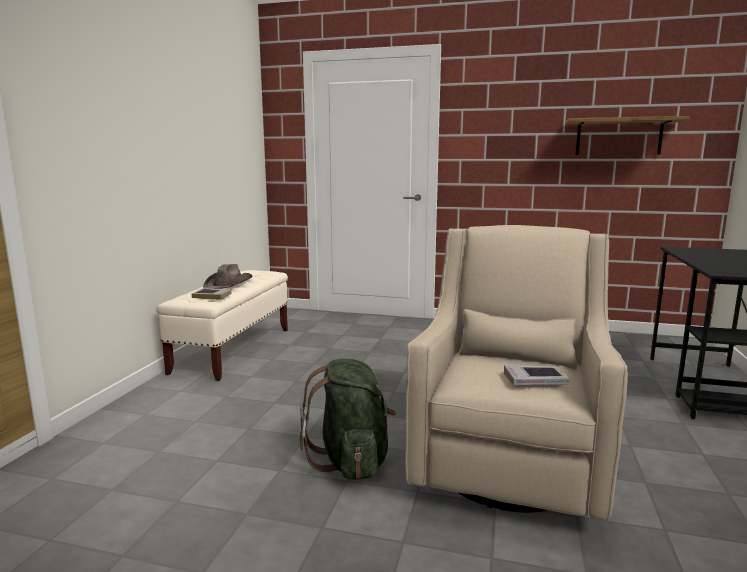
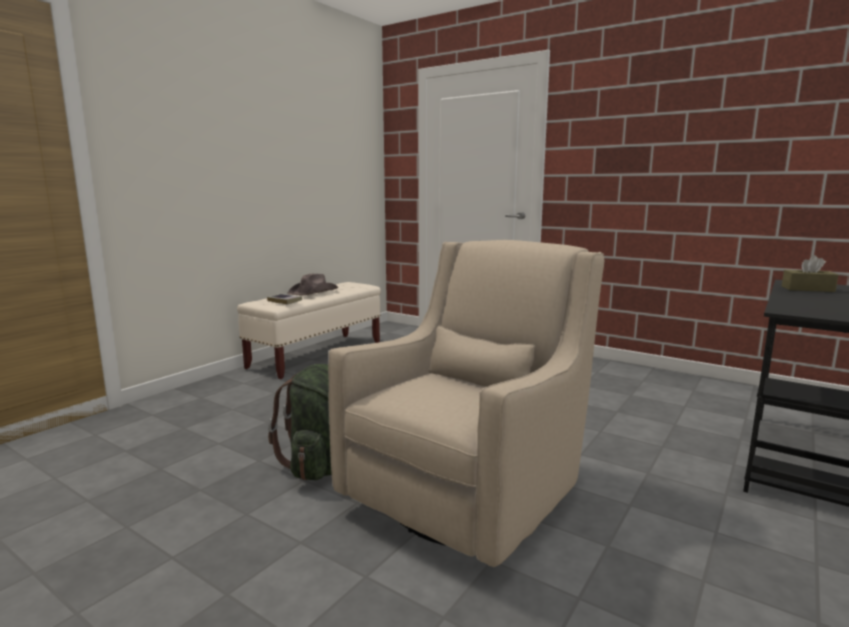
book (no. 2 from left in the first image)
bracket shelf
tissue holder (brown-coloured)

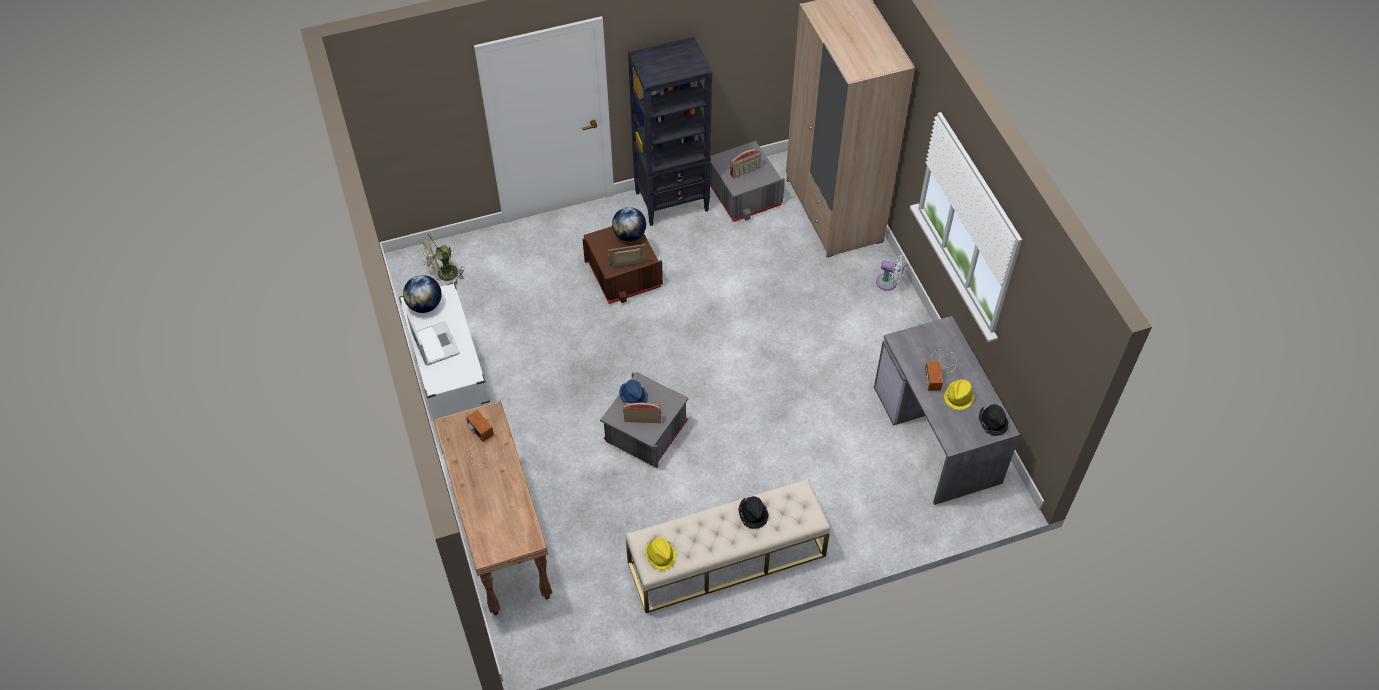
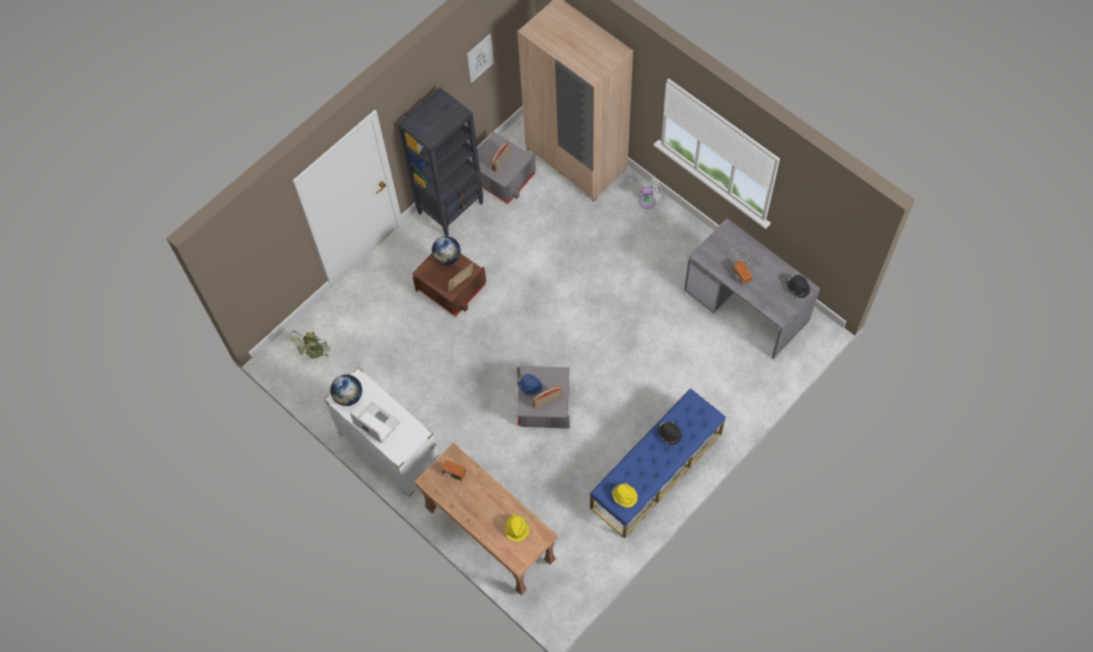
bench (blue)
clothing hat (yellow-coloured) (no. 1 from left)
wall picture

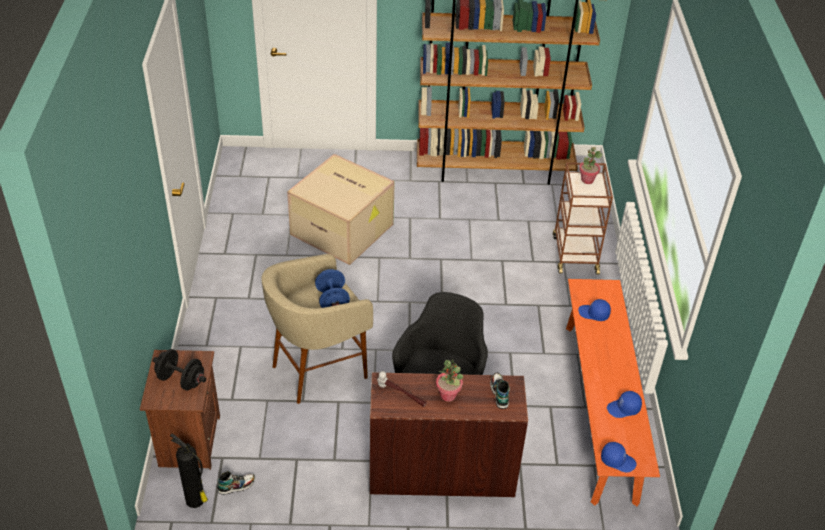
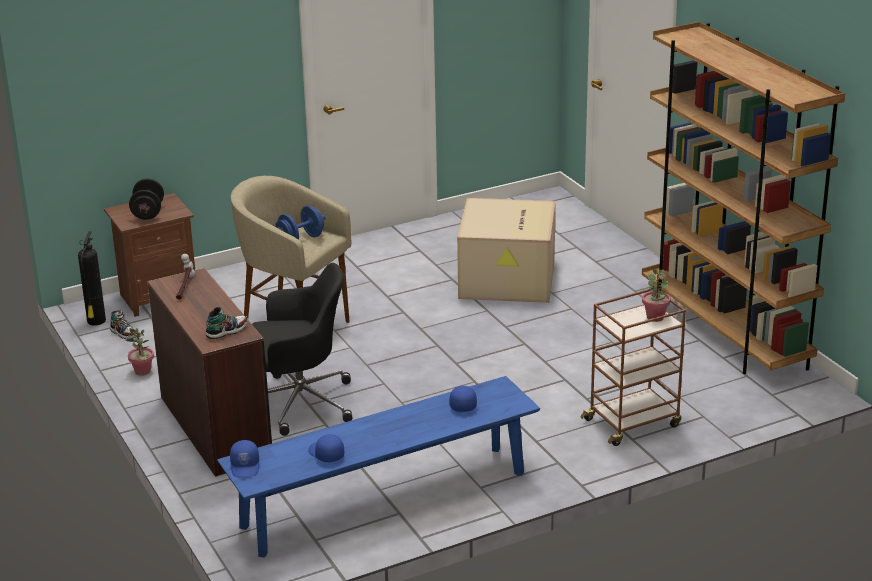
houseplant (no. 1 from left)
bench (blue)

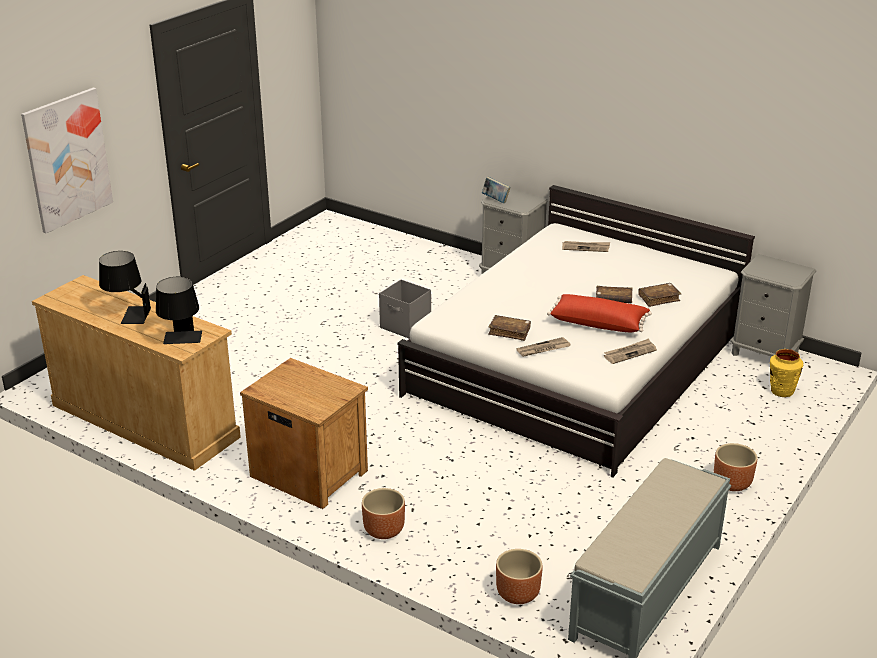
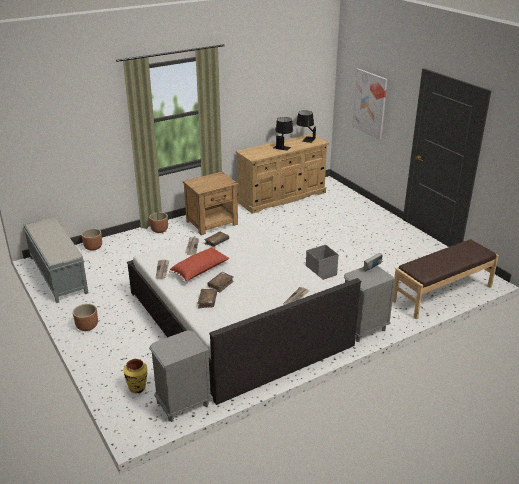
table lamp (black-coloured) (no. 2 from left)
bench (brown-coloured)

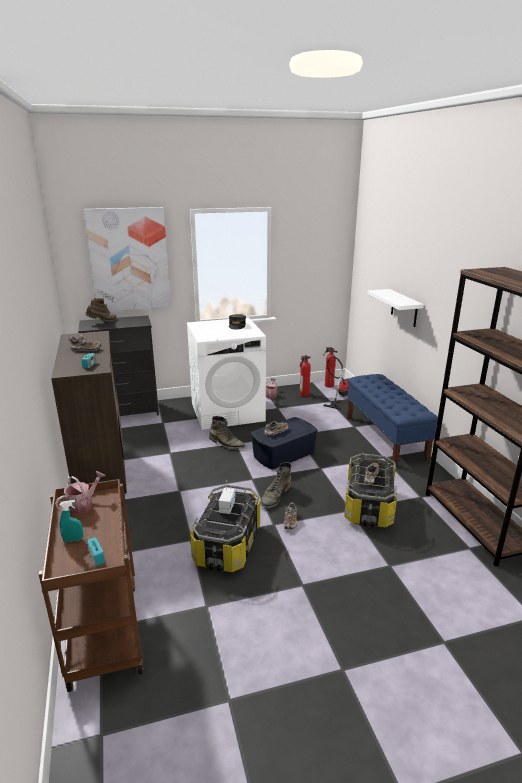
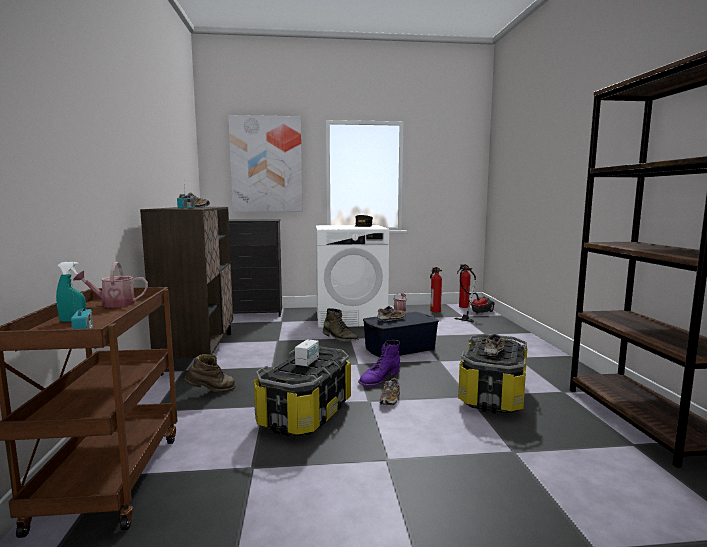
watering pot (no. 1 from left)
tall boot (brown-coloured)
tall boot (purple-coloured)
bench (blue)
bracket shelf (white)

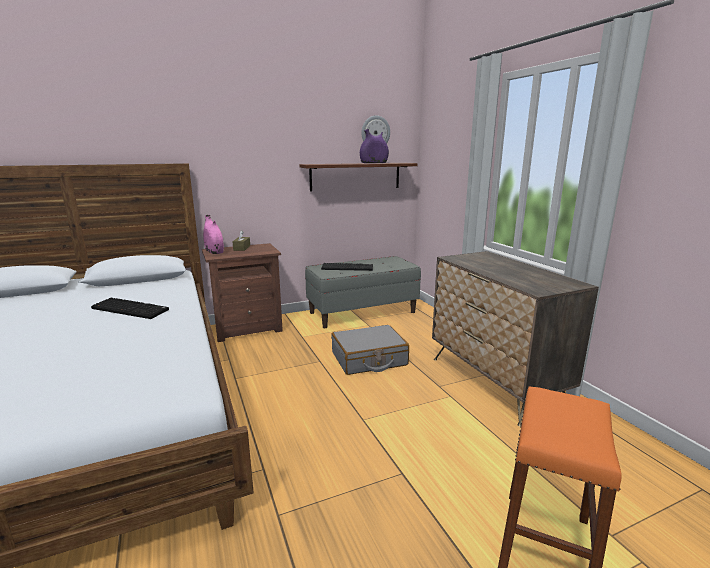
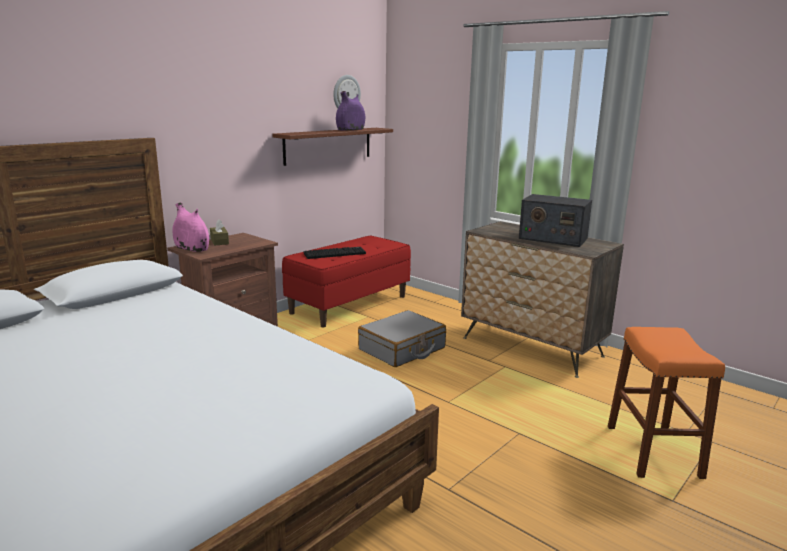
computer keyboard (no. 1 from left in the first image)
bench (red-coloured)
radio set

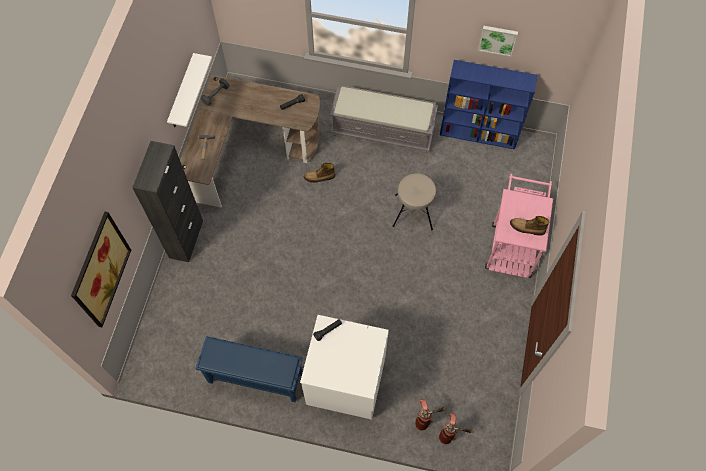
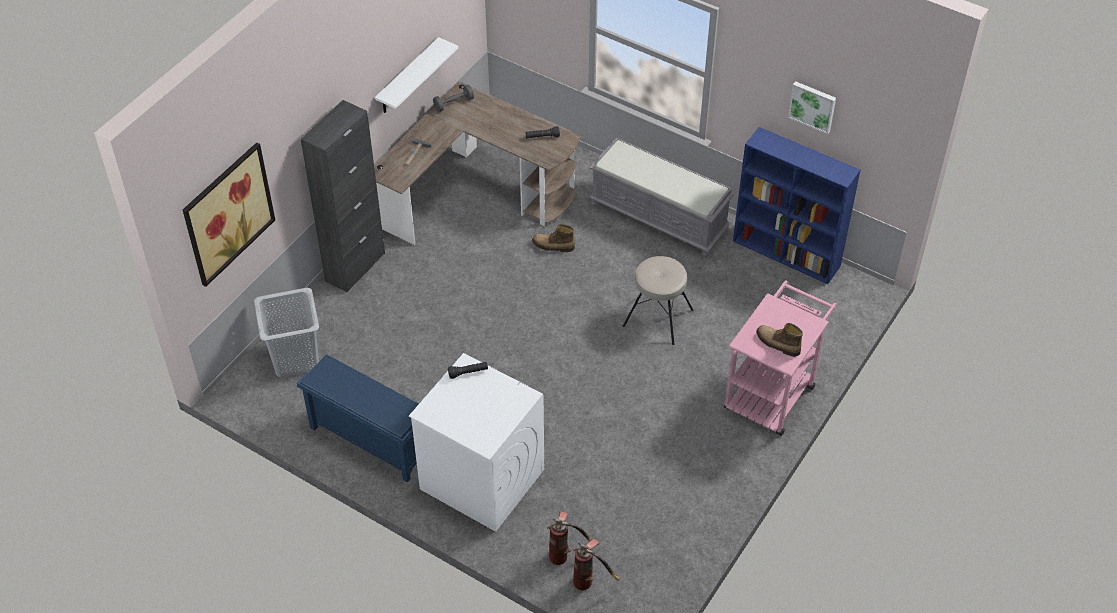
laundry basket (gray)

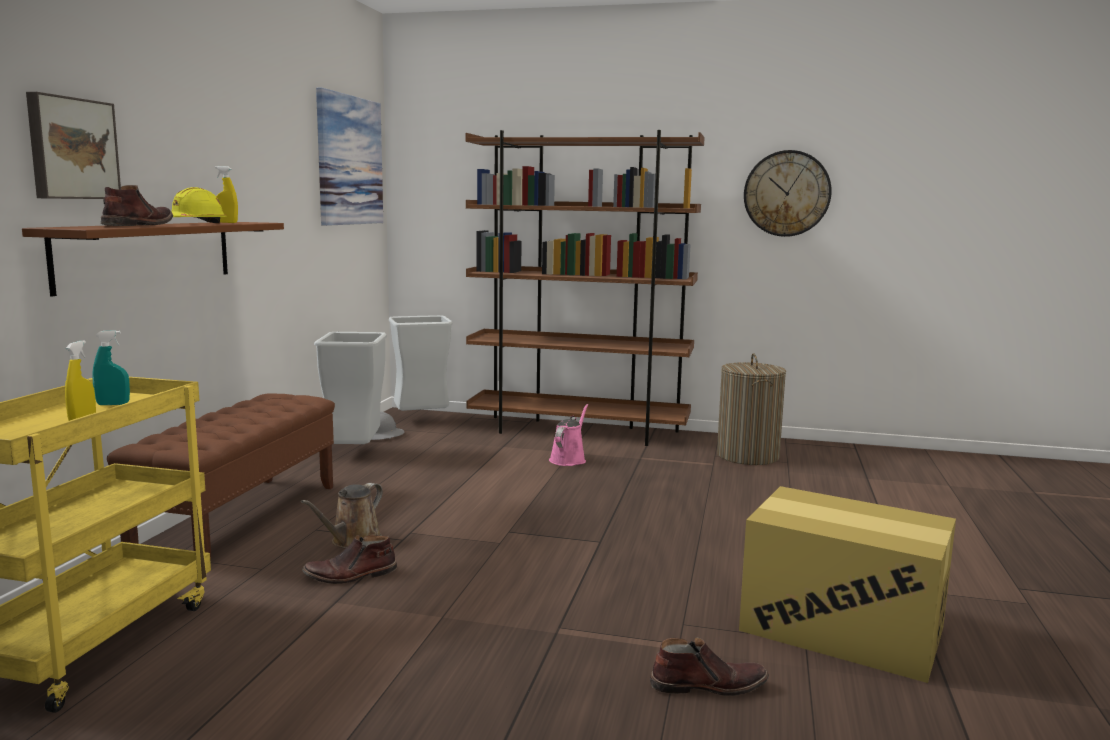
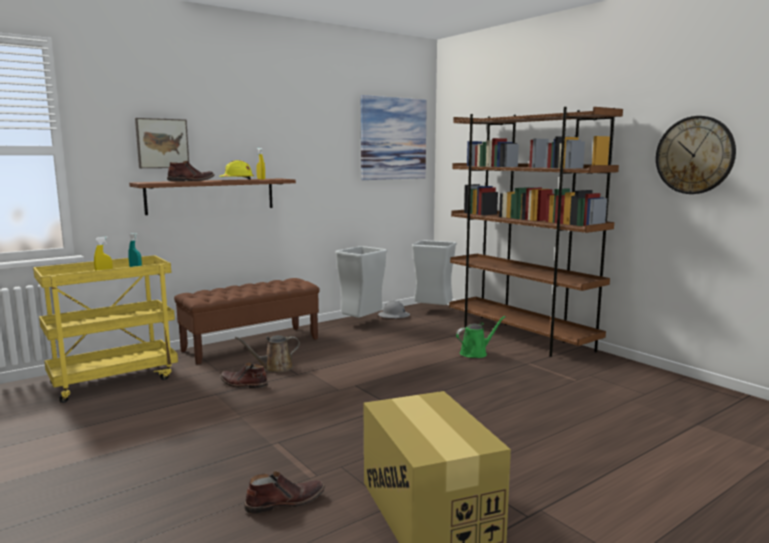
watering pot (green)
tall boot (brown-coloured) (no. 3 from left)
laundry basket

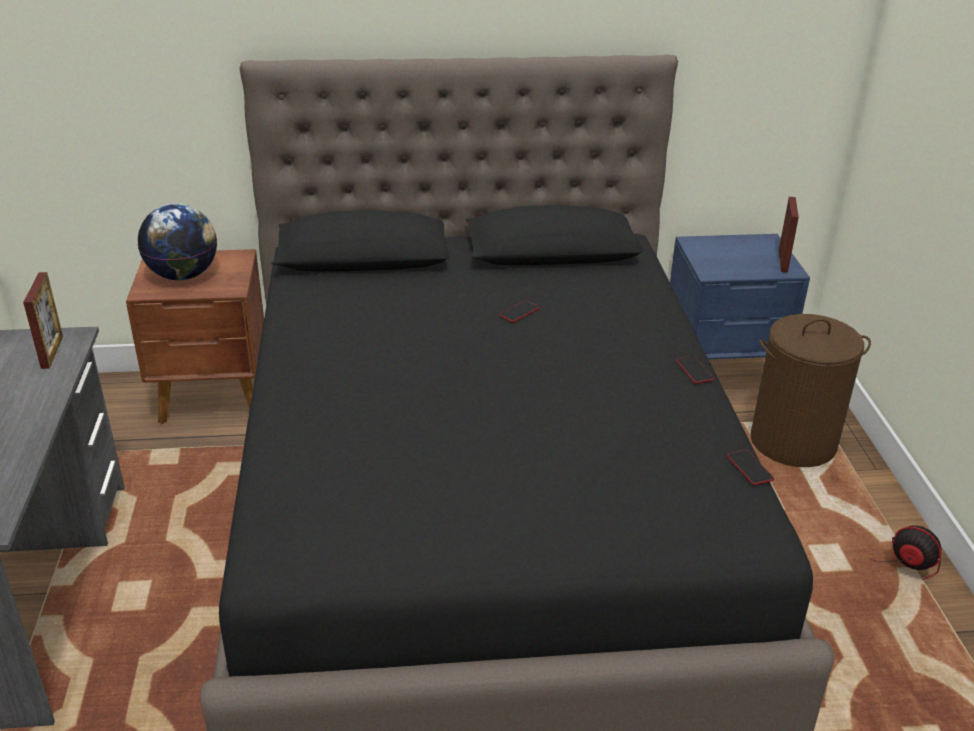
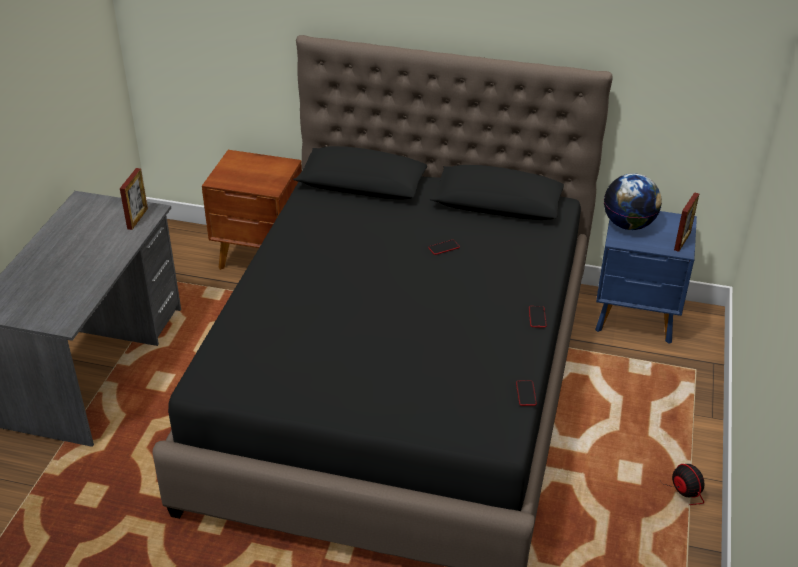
world globe
laundry basket (brown-coloured)

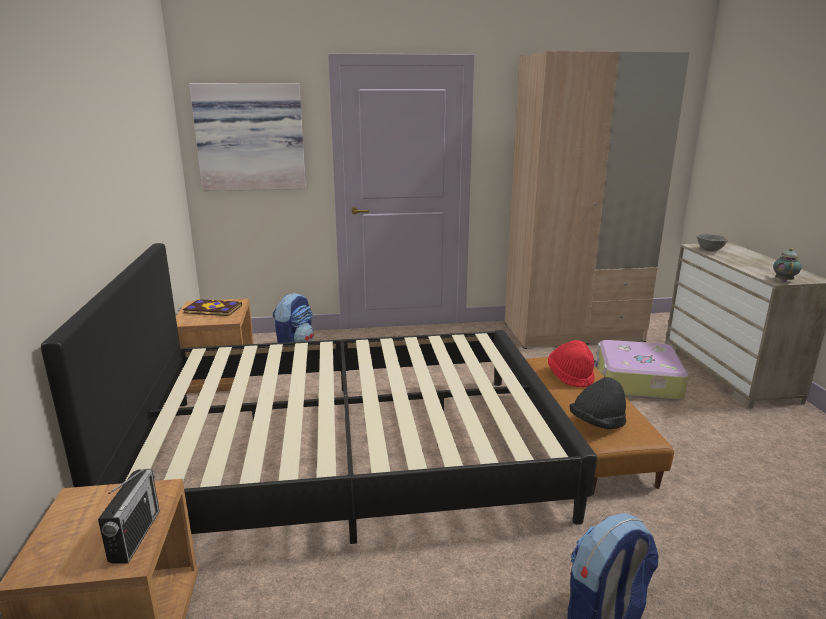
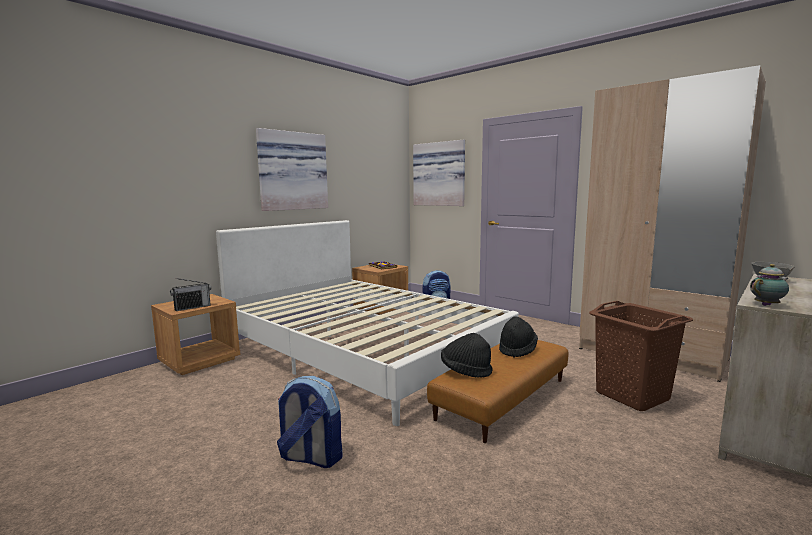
bedroom bed (white)
clothing hat (black-coloured) (no. 2 from left)
laundry basket (brown-coloured)
wall picture (no. 1 from left)

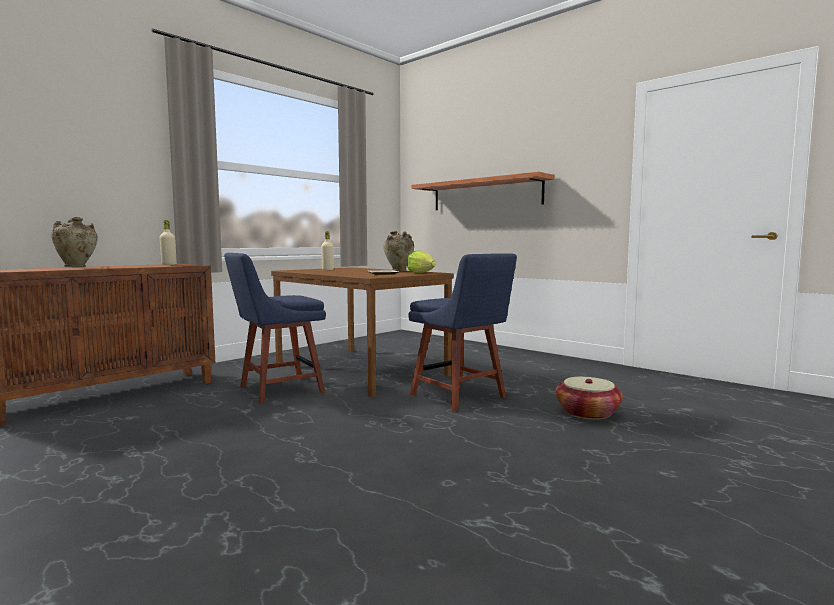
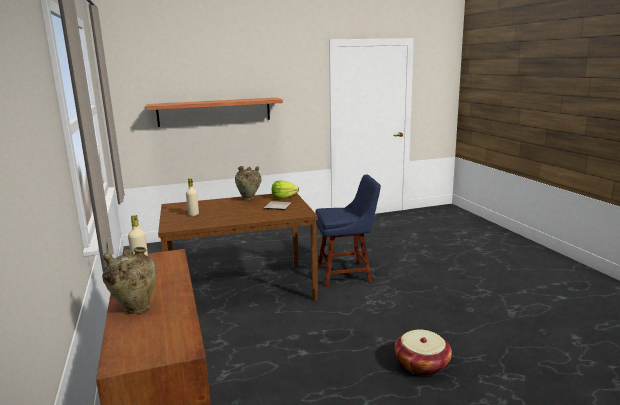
chair (blue) (no. 1 from left in the first image)
household basket

